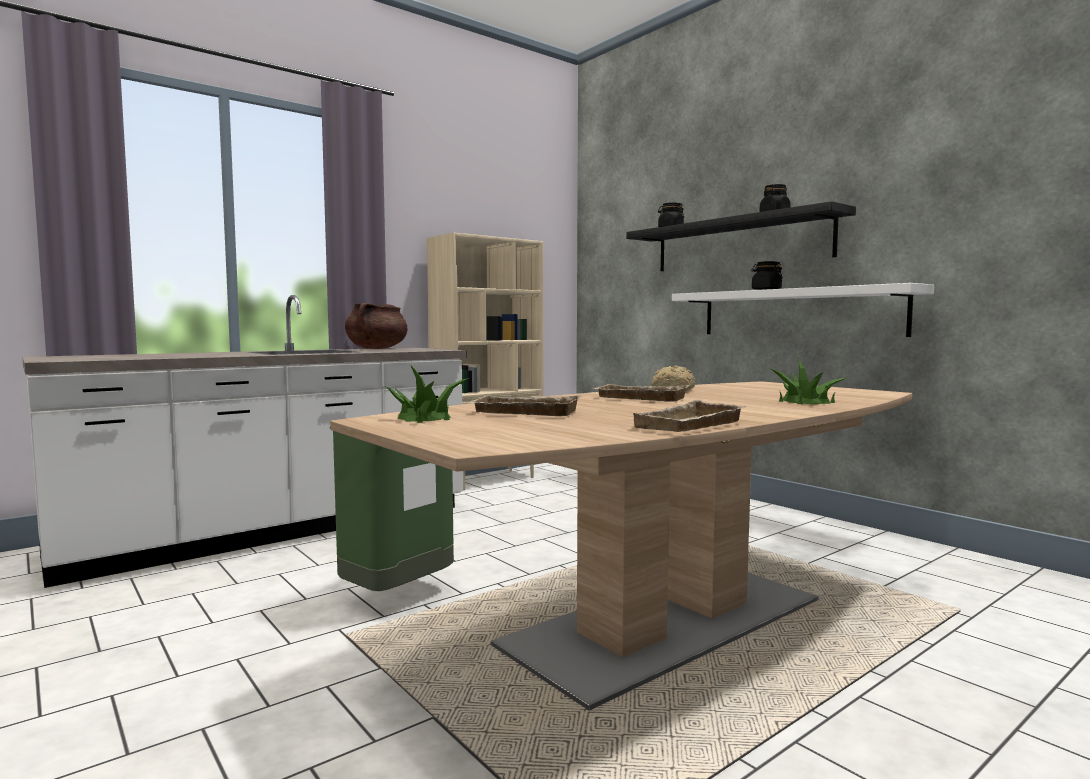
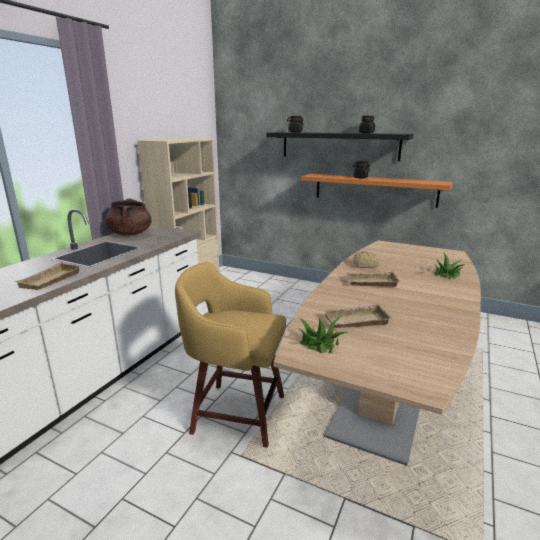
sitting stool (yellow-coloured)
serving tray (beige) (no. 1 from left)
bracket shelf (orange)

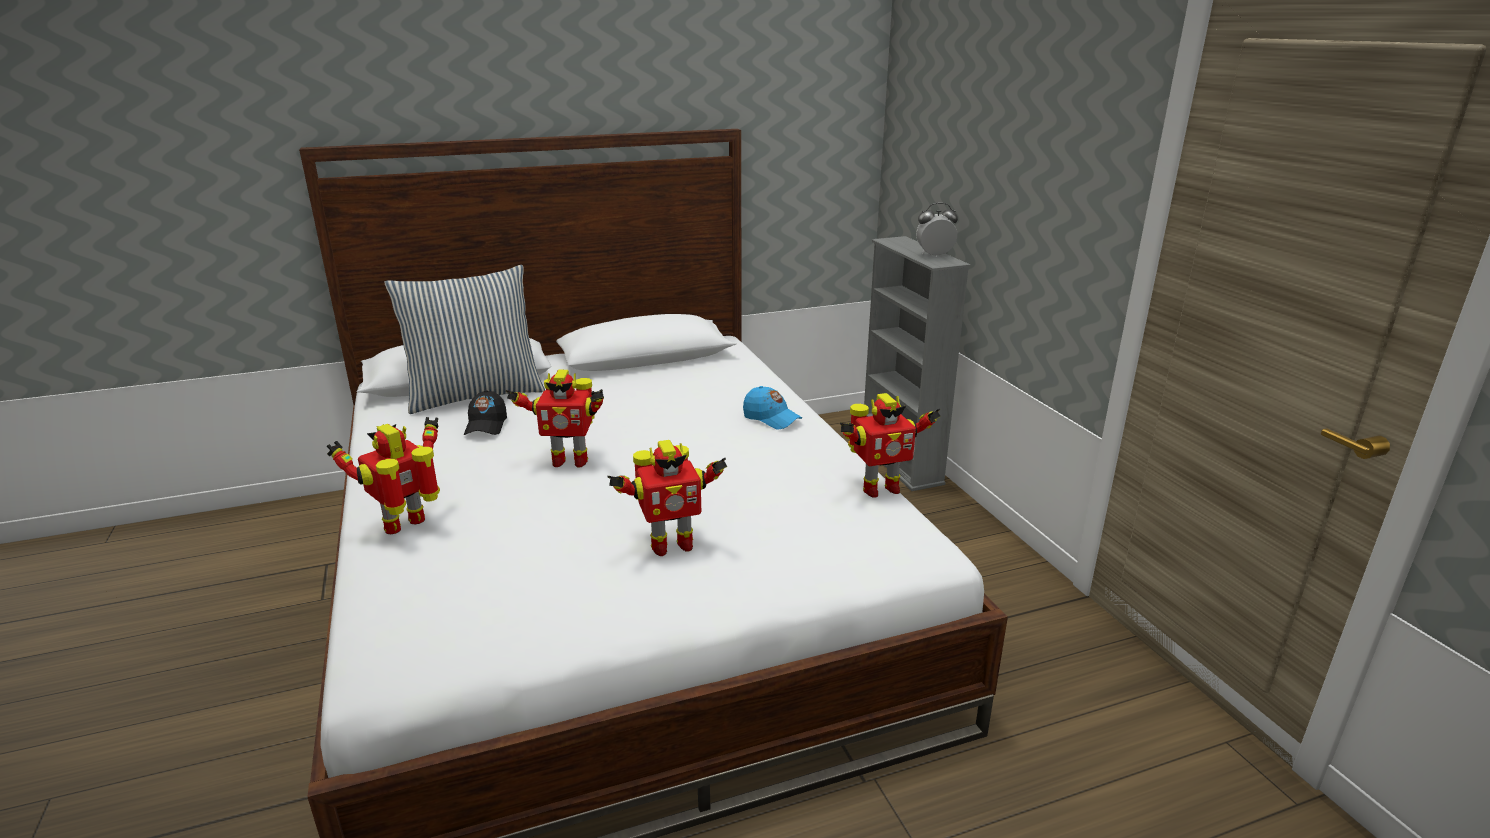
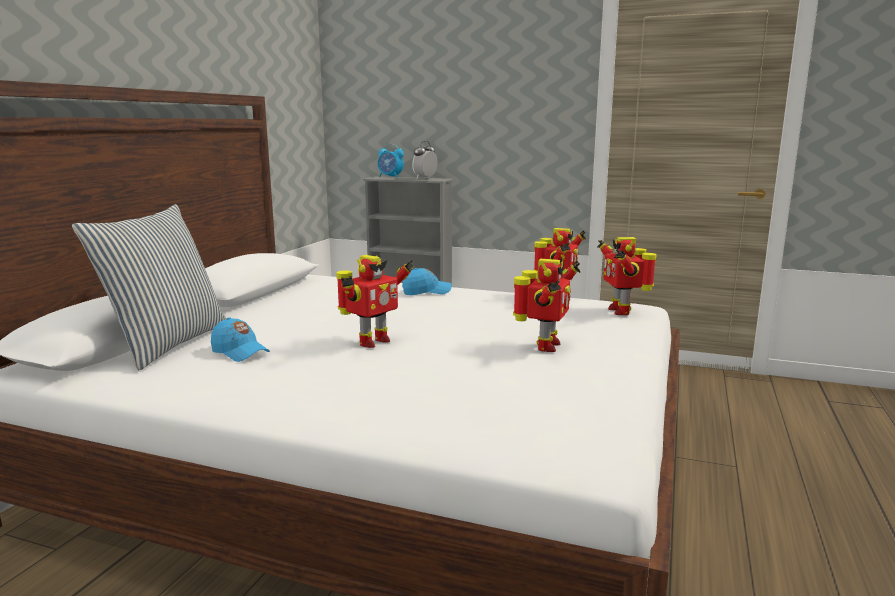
robot figure (no. 4 from left)
baseball cap (blue) (no. 1 from left)
table clock (no. 1 from left)

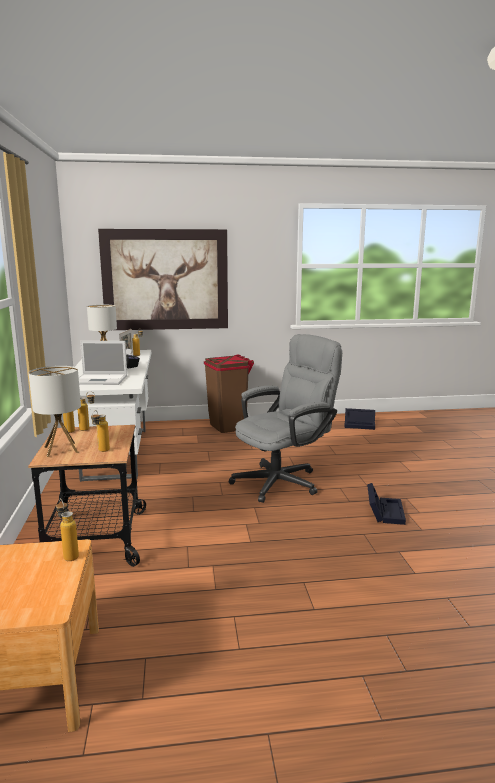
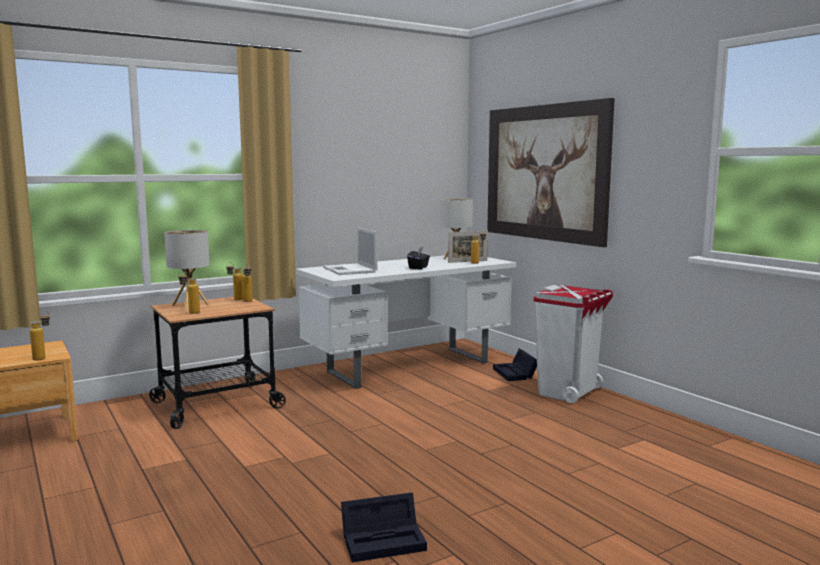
trash can (white)
office chair (gray)
storage box (black-coloured) (no. 2 from left)

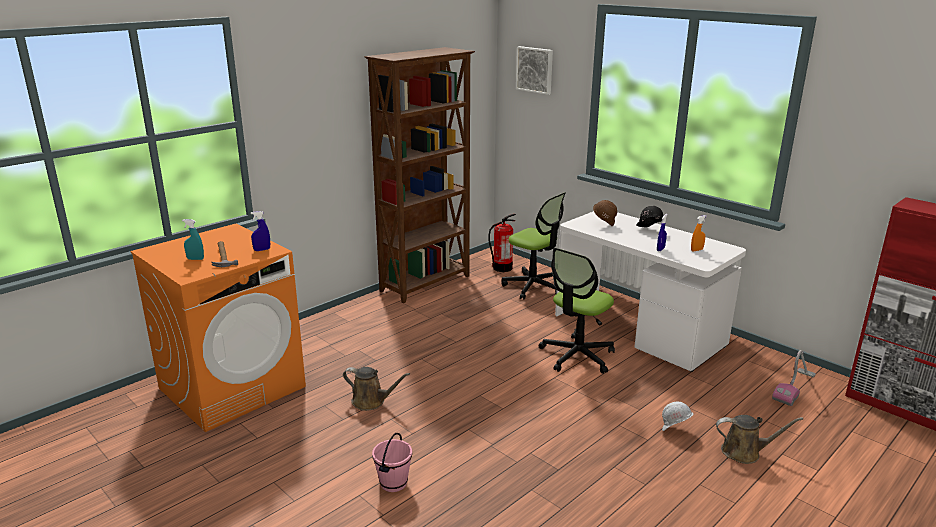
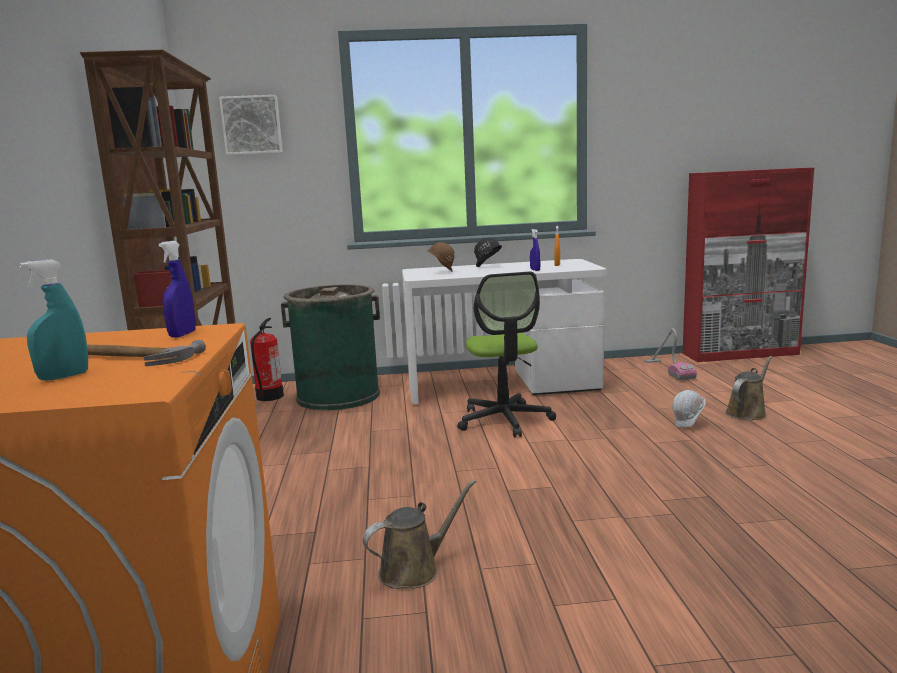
pail (pinkish)
trash can (green)

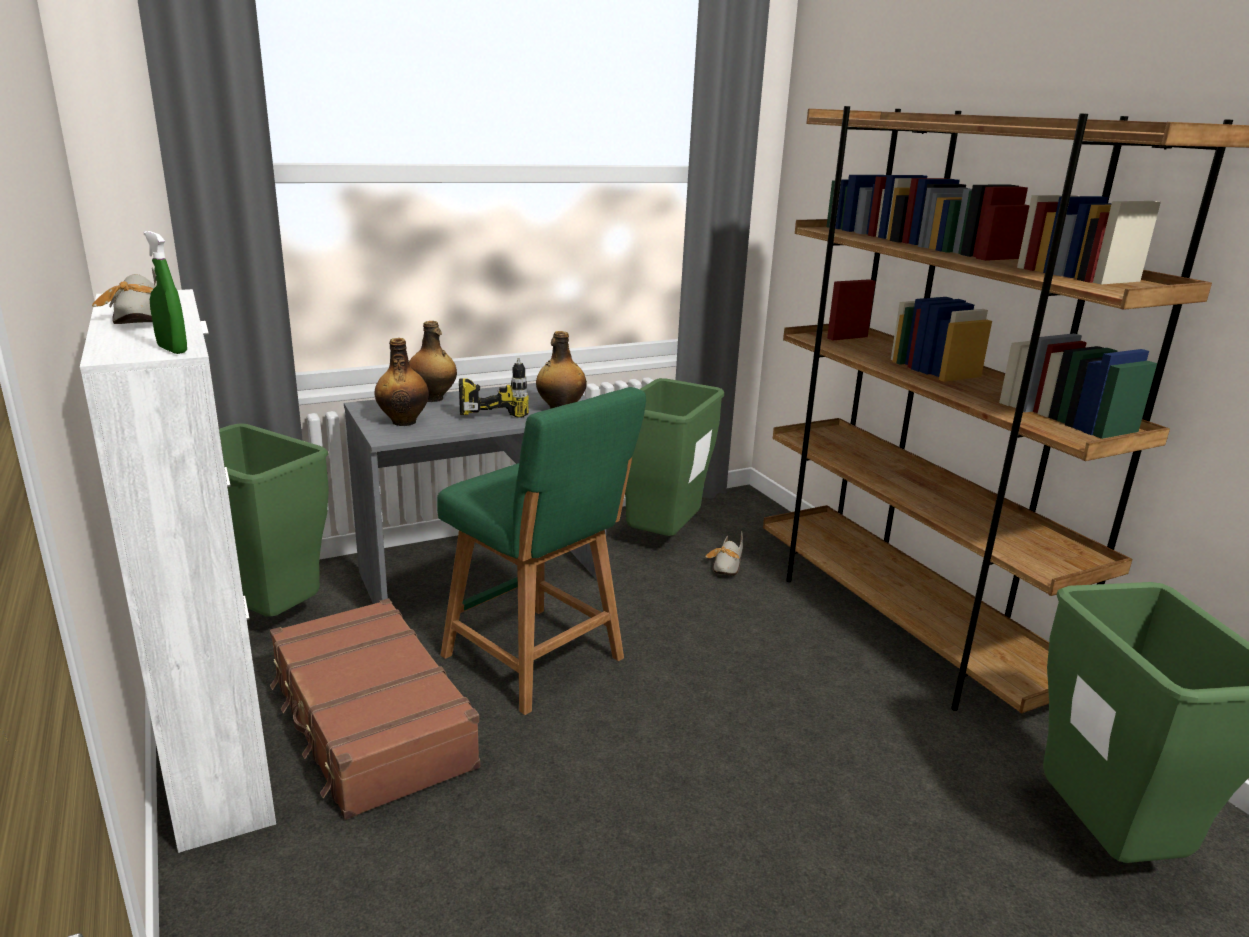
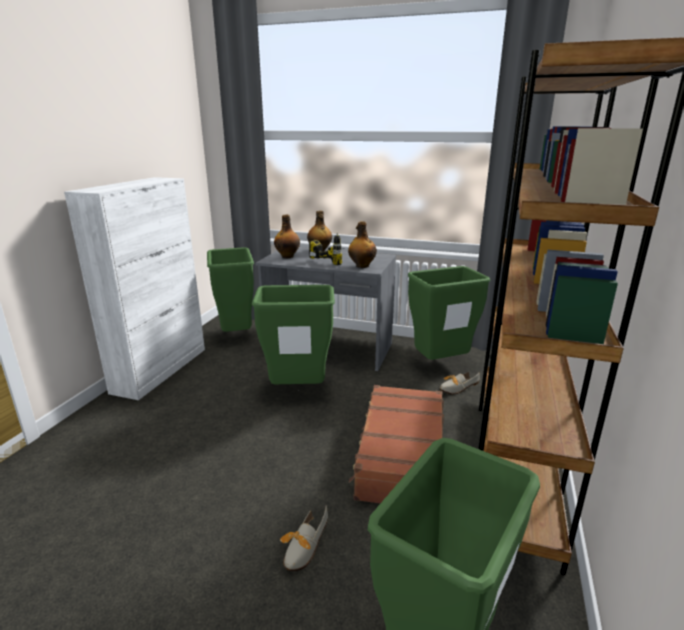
low shoe (no. 1 from left)
hand sprayer (green)
travel case (brown-coloured)
trash can (green) (no. 2 from left)

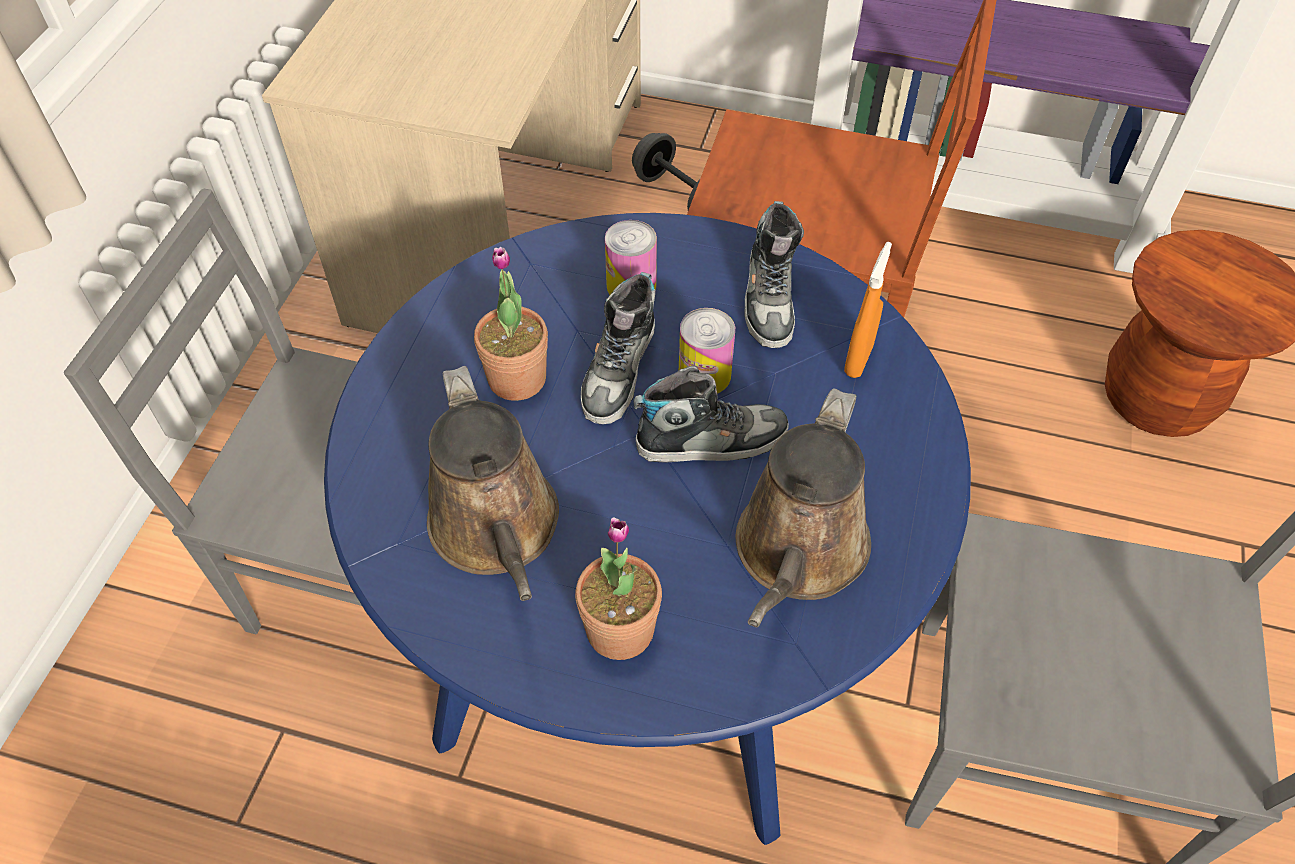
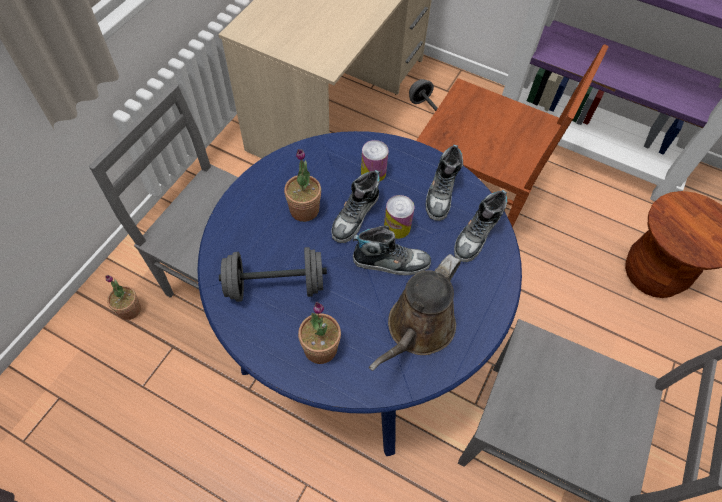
free weight (gray) (no. 1 from left)
low shoe (no. 4 from left)
houseplant (no. 1 from left)

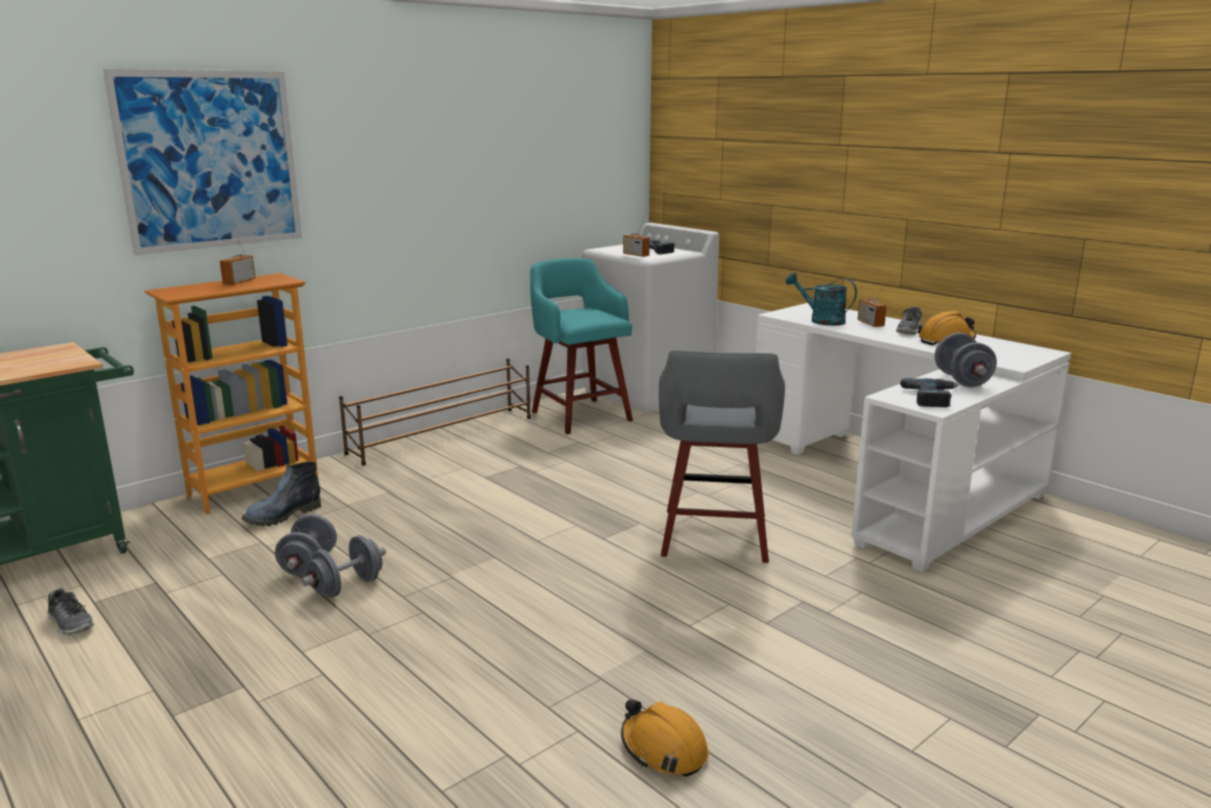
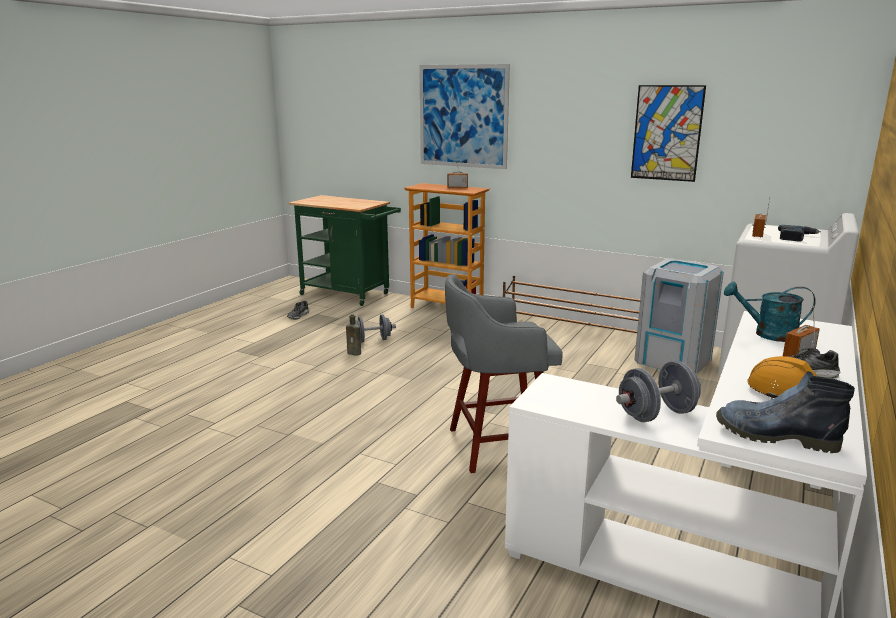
tall boot
drink bottle (brown-coloured)
trash can (gray)
work helmet (orange) (no. 1 from left in the first image)
watering pot (turquoise)
power drill (no. 2 from left in the first image)
wall picture (no. 2 from left)

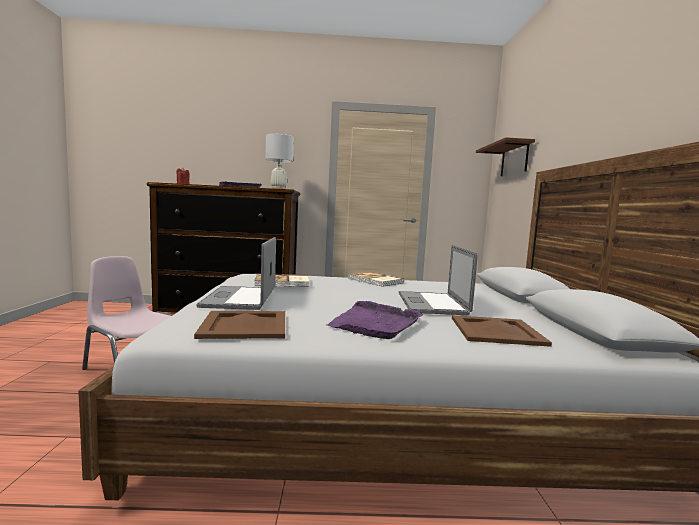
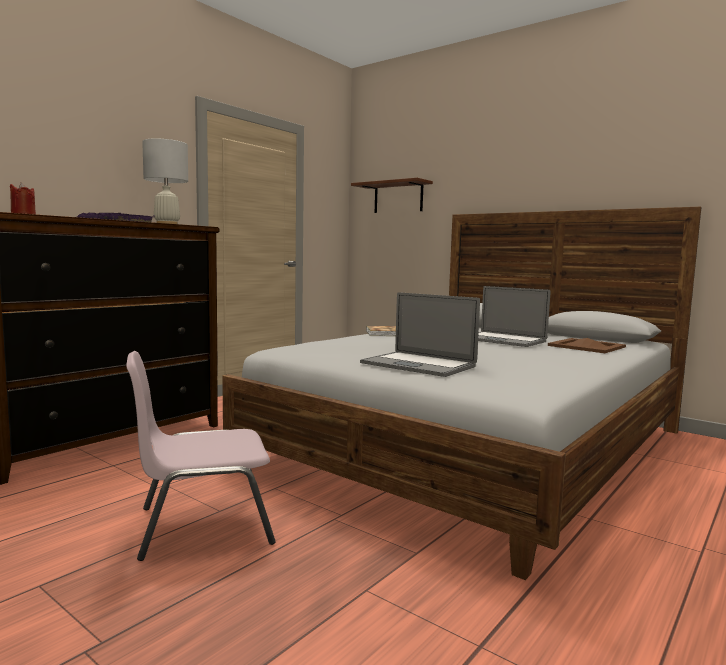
serving tray (brown-coloured) (no. 1 from left in the first image)
book (no. 1 from left in the first image)
serving tray (purple-coloured) (no. 2 from left in the first image)

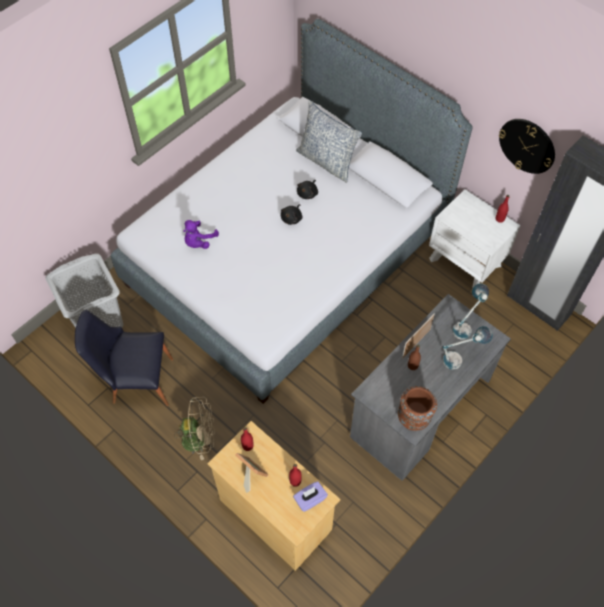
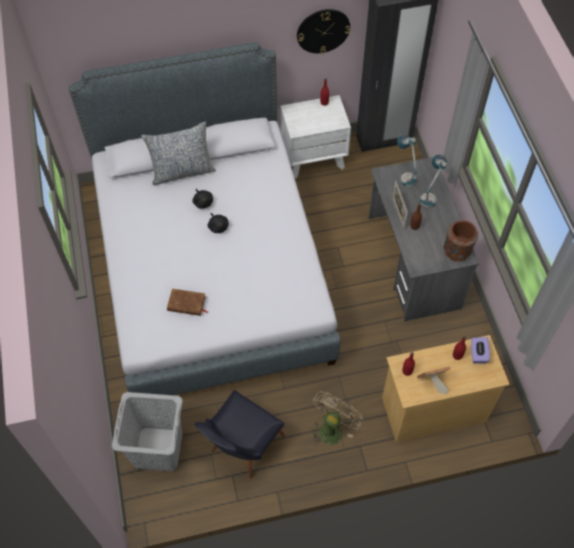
book (brown-coloured)

